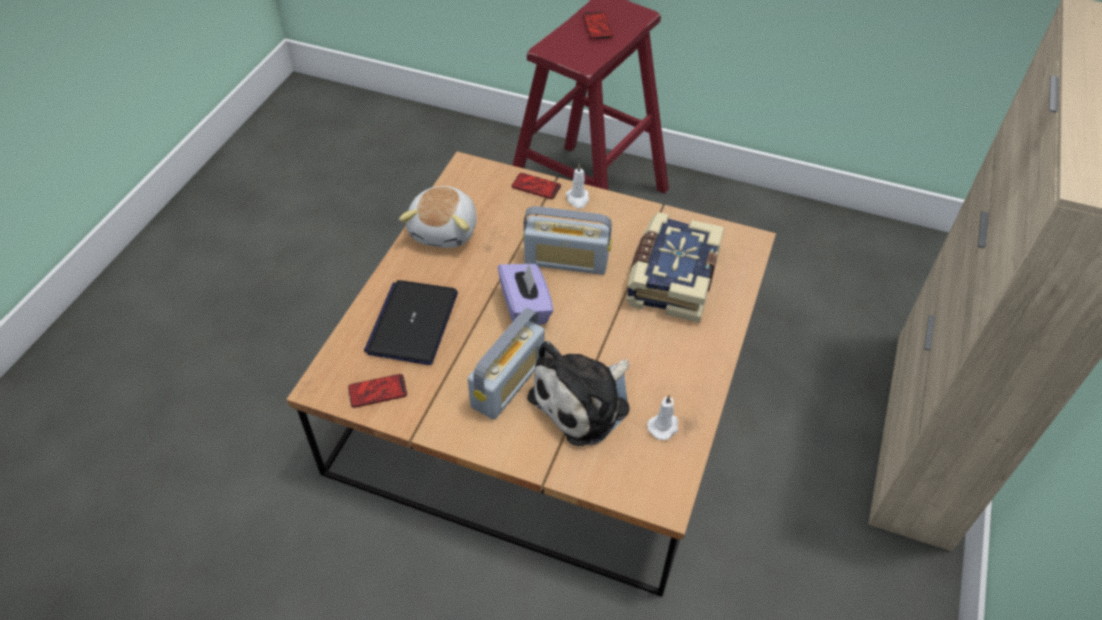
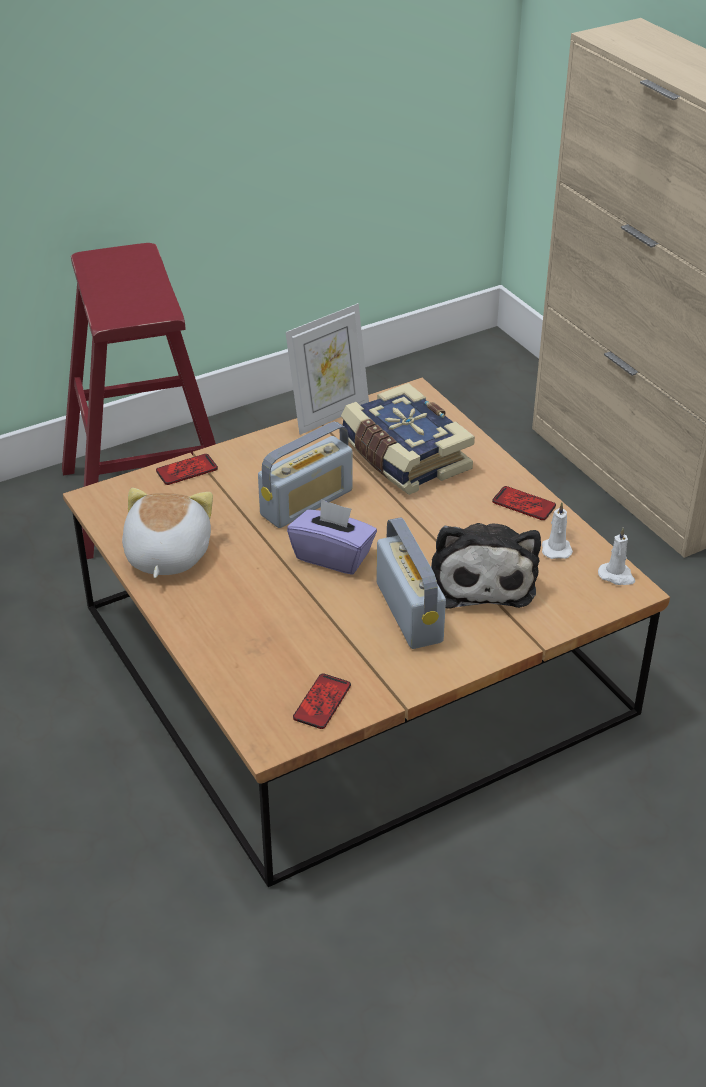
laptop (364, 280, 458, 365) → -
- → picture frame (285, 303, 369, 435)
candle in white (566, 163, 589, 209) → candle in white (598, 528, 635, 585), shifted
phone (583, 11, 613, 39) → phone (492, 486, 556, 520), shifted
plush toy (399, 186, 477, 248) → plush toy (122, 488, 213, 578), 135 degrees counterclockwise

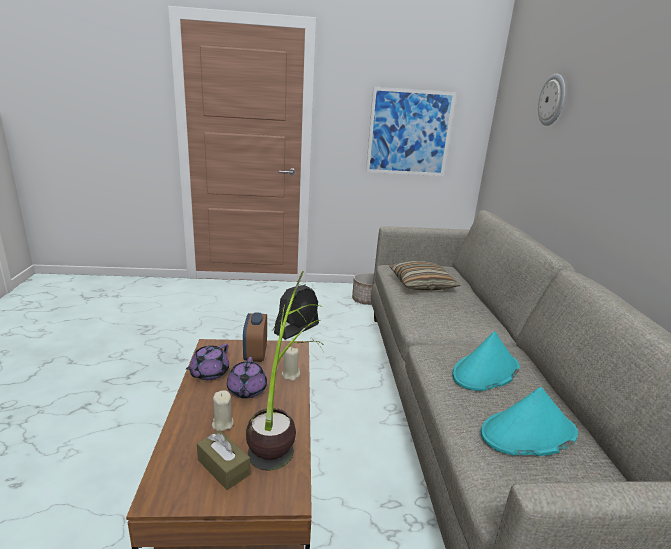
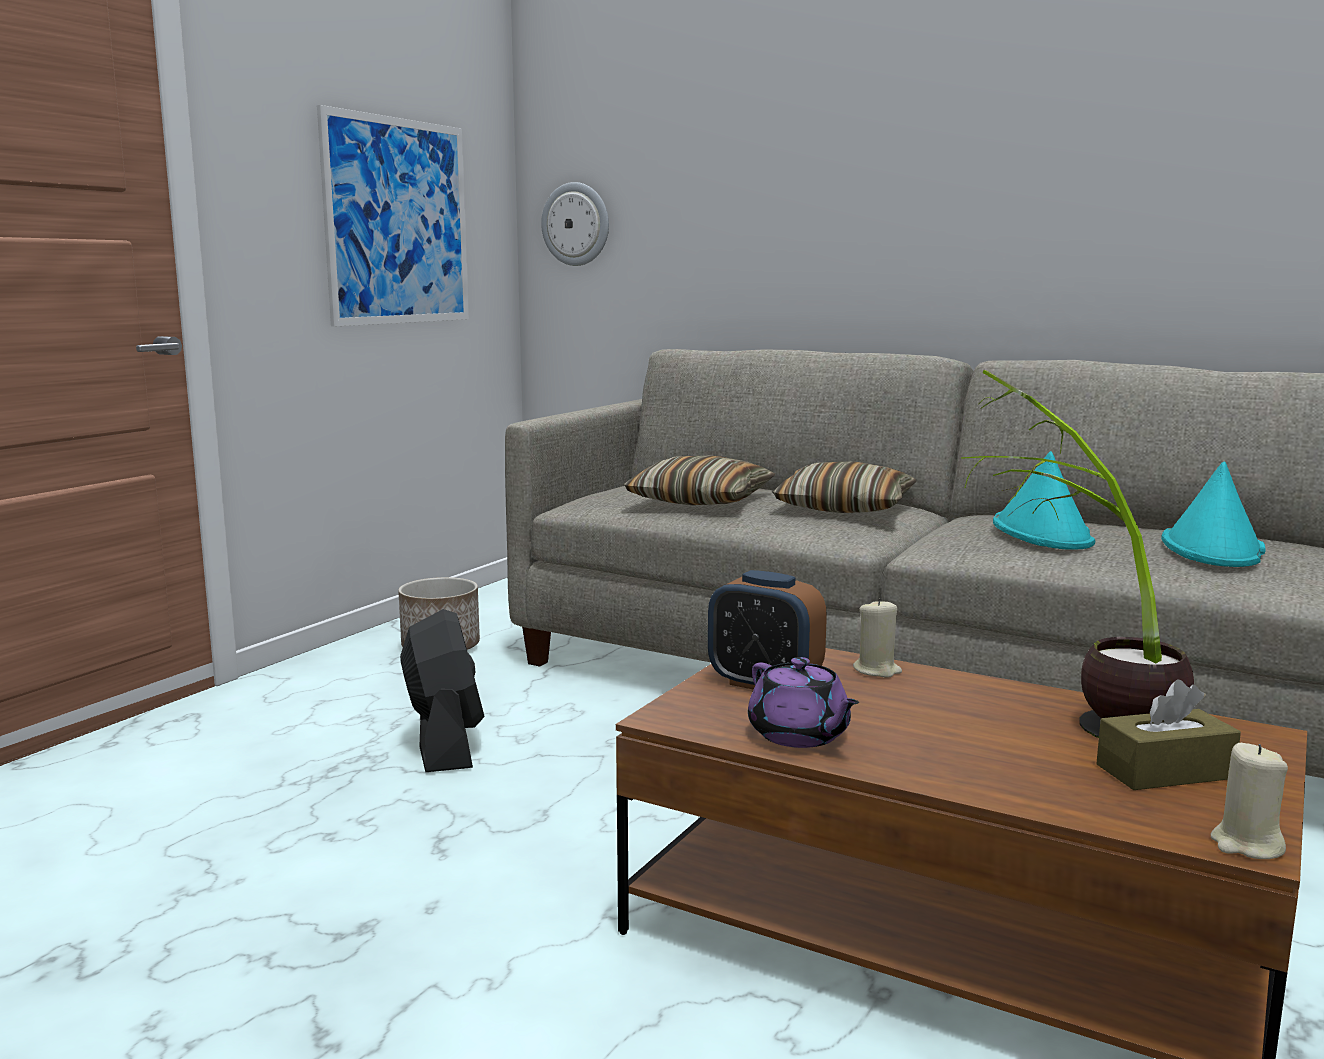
teapot in purple (227, 357, 267, 399) → -
- → pillow (772, 461, 916, 513)
candle in beige (212, 390, 234, 431) → candle in beige (1211, 743, 1288, 859), shifted
wall clock (538, 73, 565, 126) → wall clock (541, 182, 609, 266), shifted

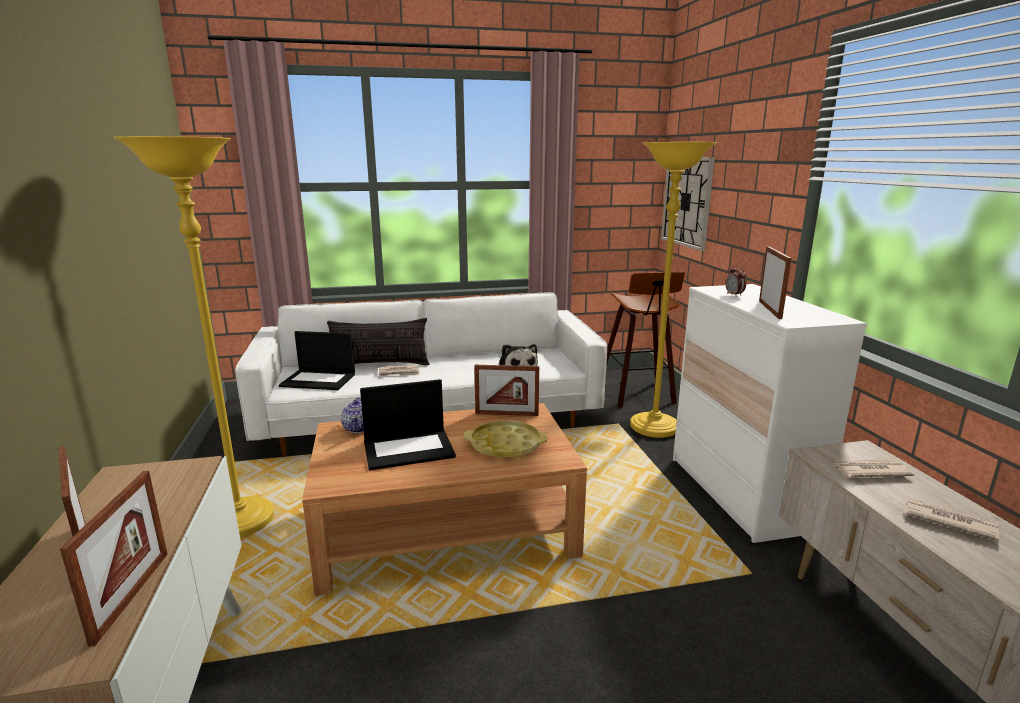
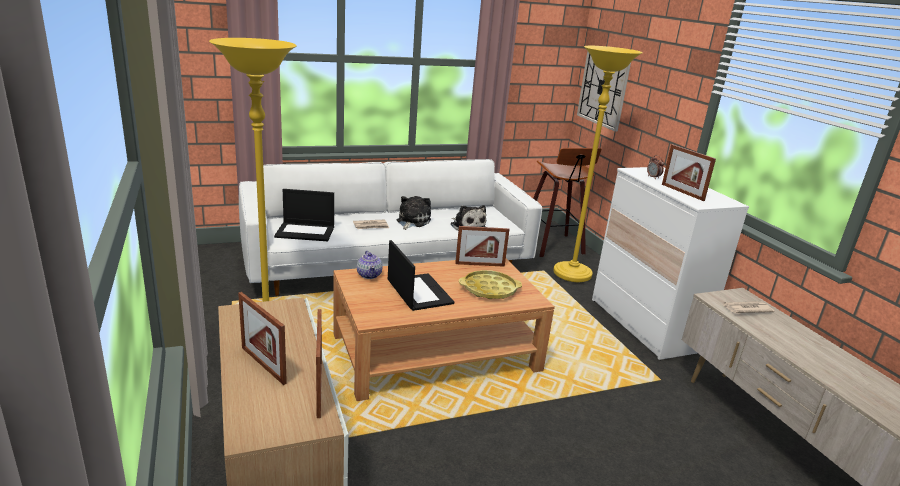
pillow (327, 318, 430, 365) → -
newspaper (905, 498, 999, 541) → -
- → plush toy (397, 196, 431, 230)
laptop (360, 379, 456, 470) → laptop (388, 240, 454, 311), 90 degrees counterclockwise
picture frame (759, 246, 792, 319) → picture frame (662, 144, 716, 201), 150 degrees clockwise

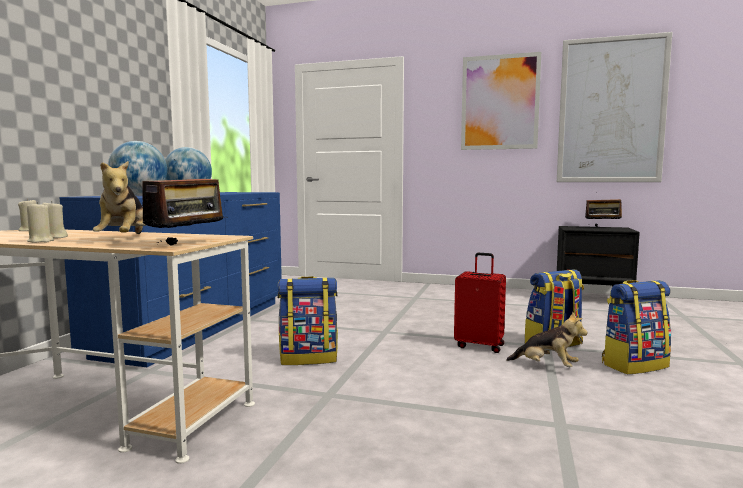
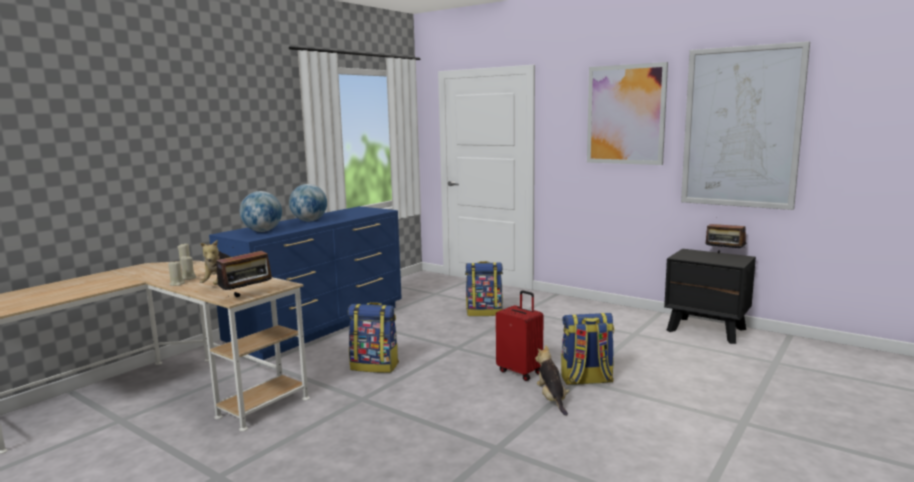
backpack (602, 280, 671, 374) → backpack (465, 261, 503, 316), shifted
plush toy (506, 311, 588, 367) → plush toy (535, 345, 570, 416), 150 degrees counterclockwise

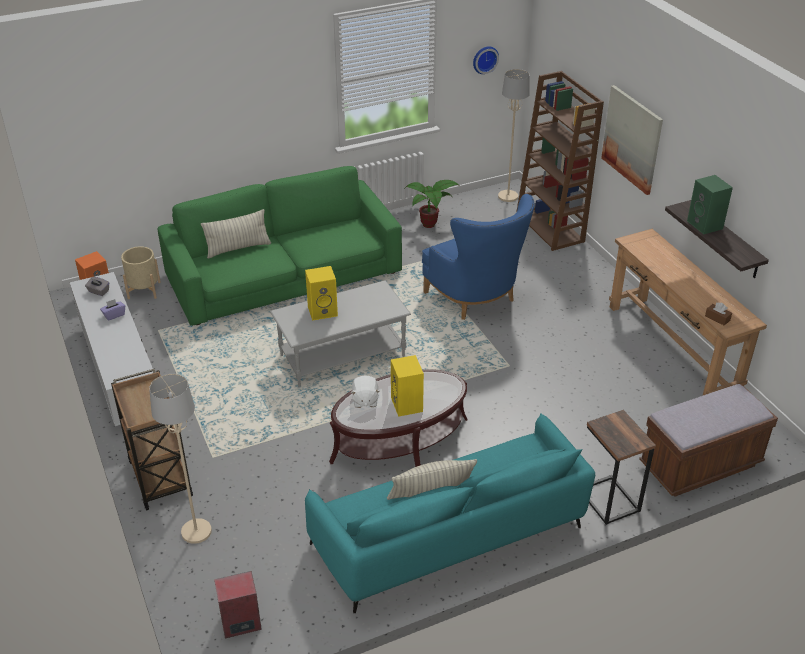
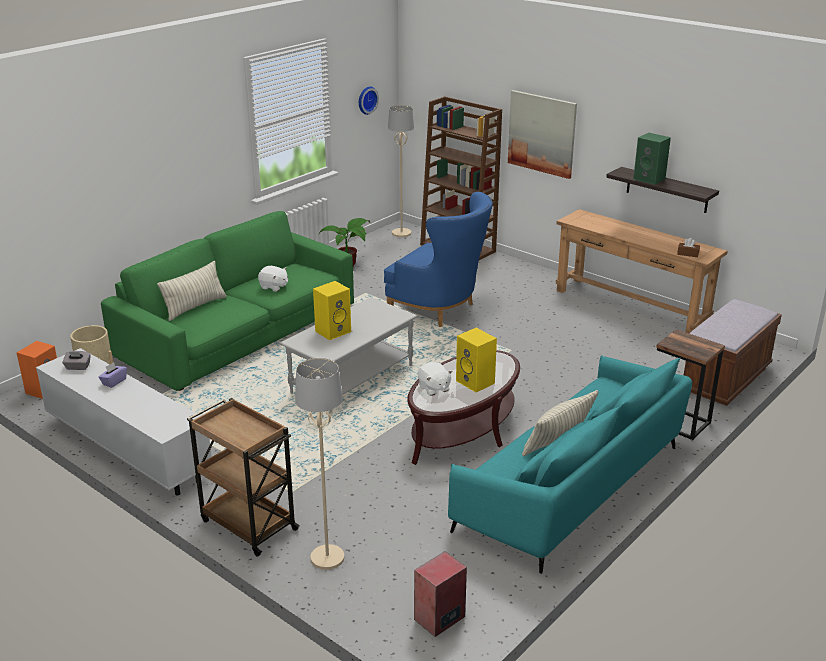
- → plush toy in white (258, 266, 288, 292)

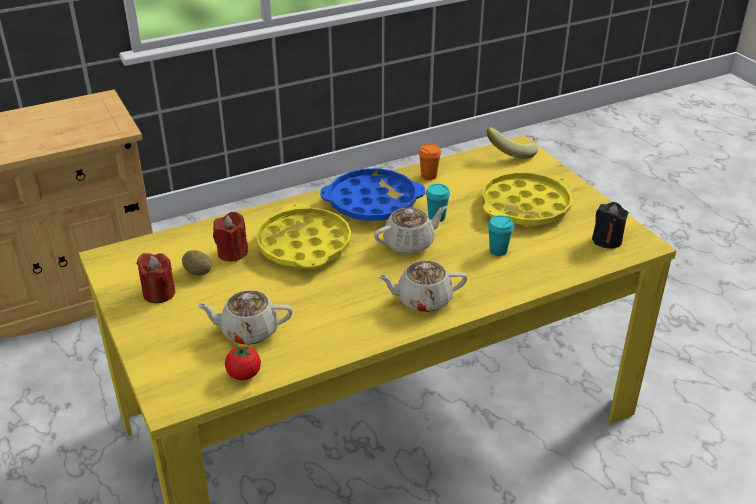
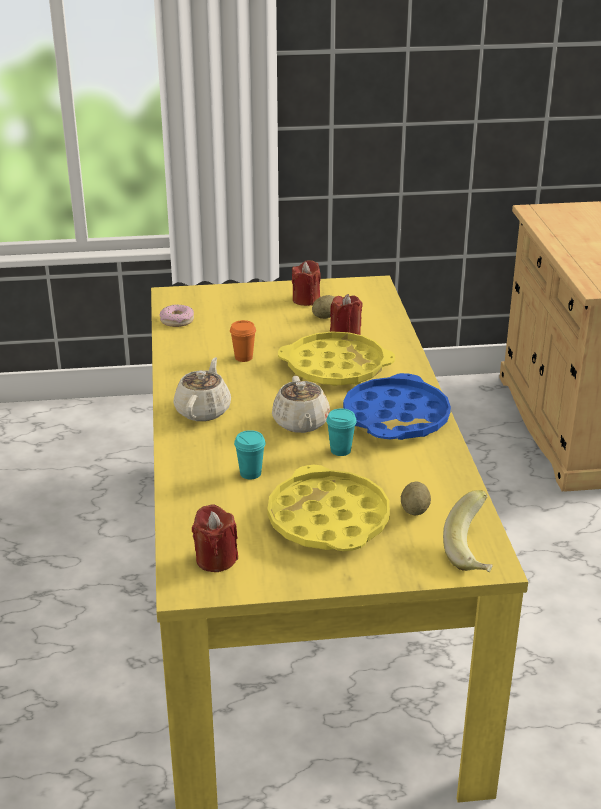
teapot in beige (197, 290, 293, 345) → -
- → potato (401, 482, 431, 515)
cup in orange (418, 144, 441, 180) → cup in orange (230, 320, 256, 362), shifted
tomato (225, 345, 261, 380) → donut (160, 305, 194, 327)
candle in black (592, 202, 629, 249) → candle in red (192, 504, 238, 572)

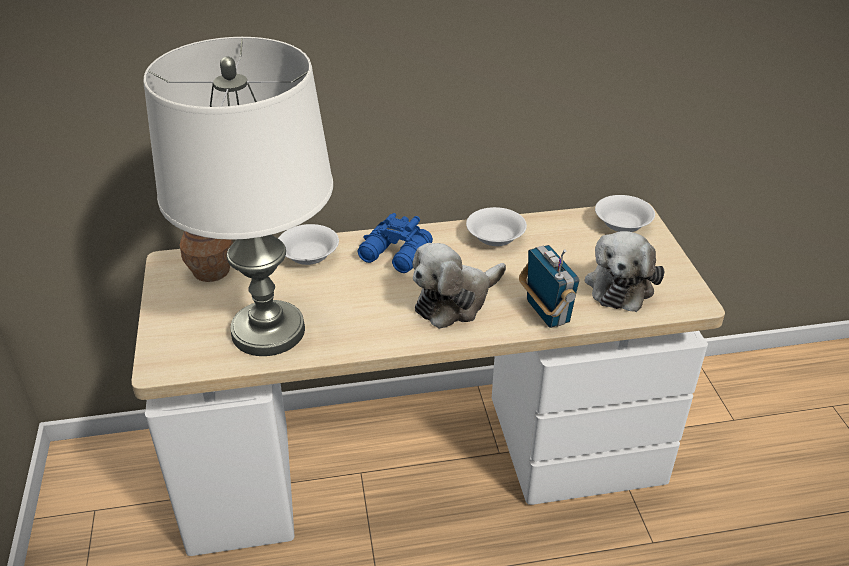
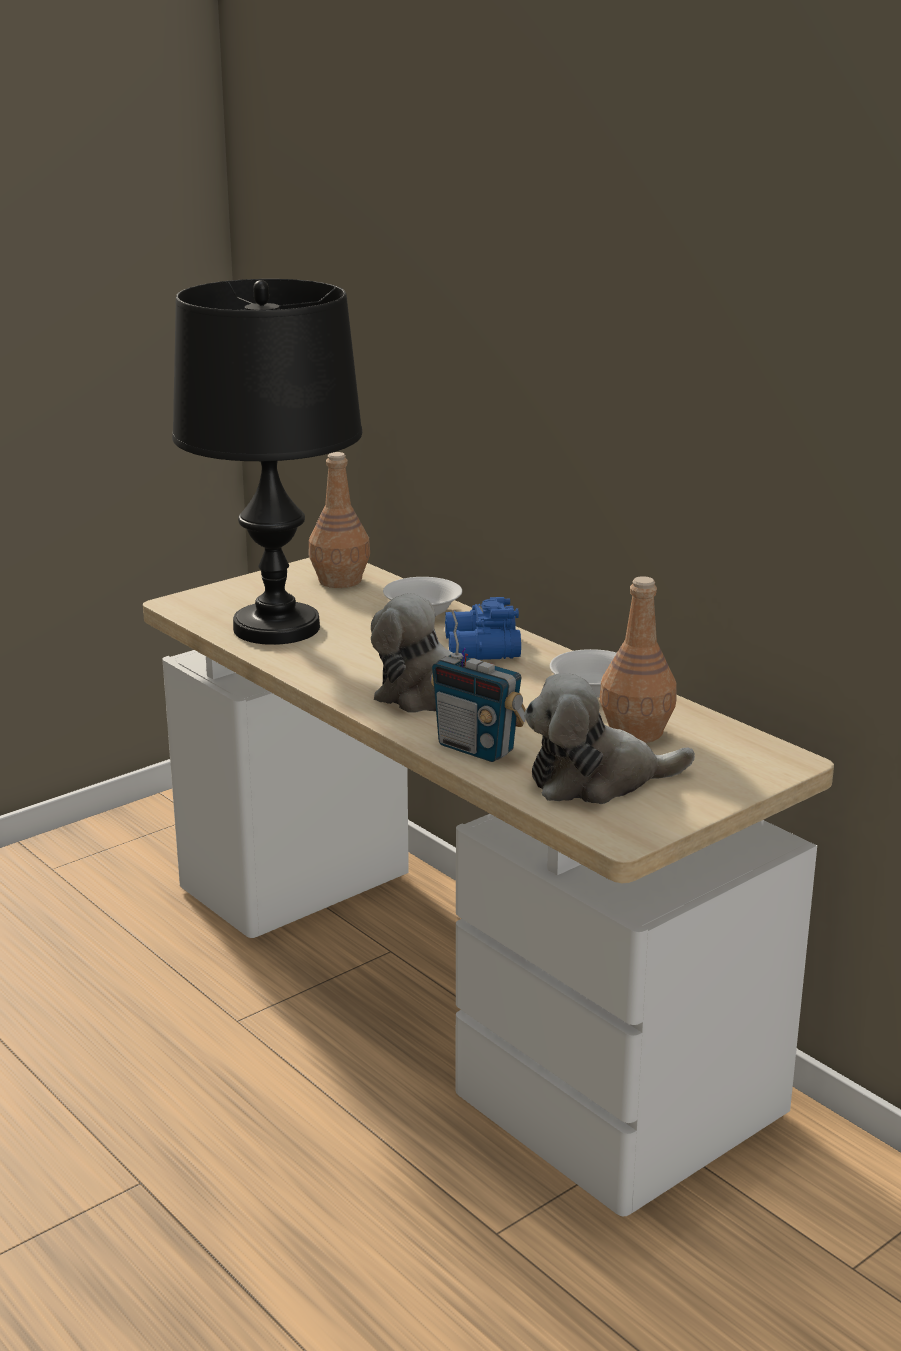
bowl in white (595, 195, 655, 232) → -
- → bottle in brown (599, 576, 677, 743)
table lamp in white (144, 37, 333, 356) → table lamp in black (172, 279, 362, 645)
radio (519, 245, 579, 328) → radio (430, 610, 526, 762), 90 degrees clockwise

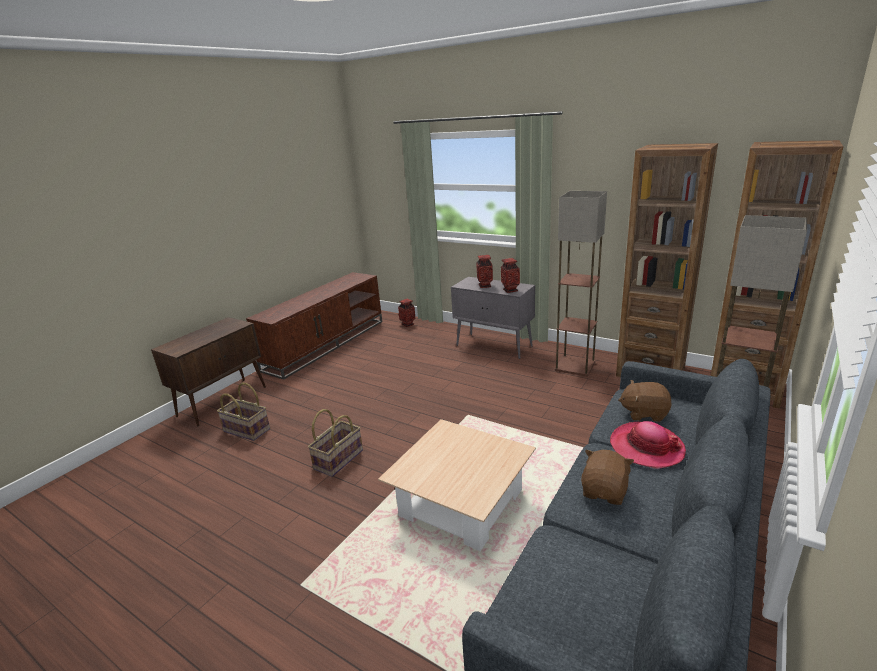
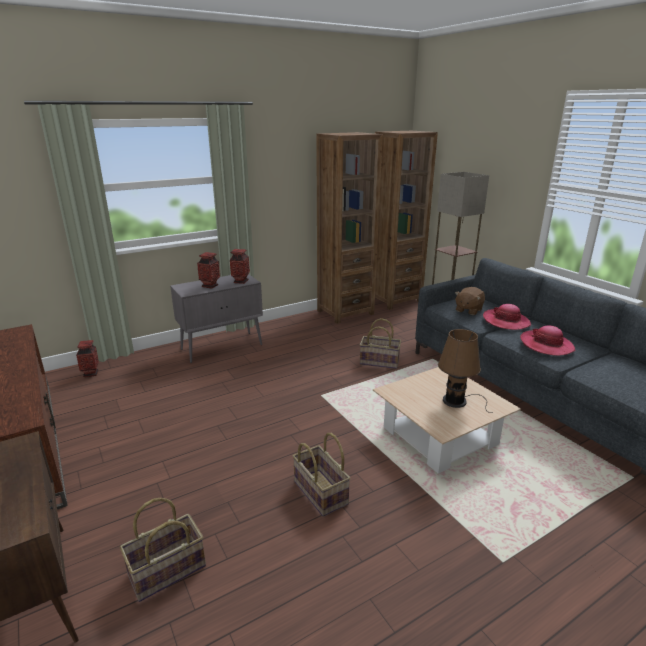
floor lamp (555, 191, 607, 377) → -
- → basket (360, 318, 401, 369)
- → table lamp in brown (438, 329, 492, 413)
plush toy in brown (581, 450, 634, 505) → hat (520, 325, 575, 356)

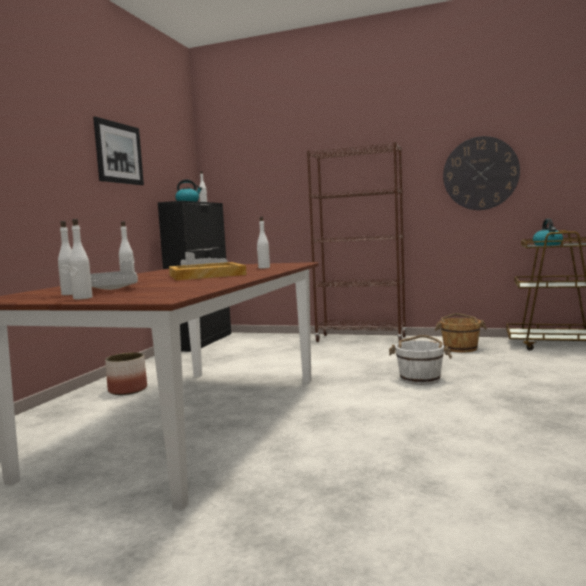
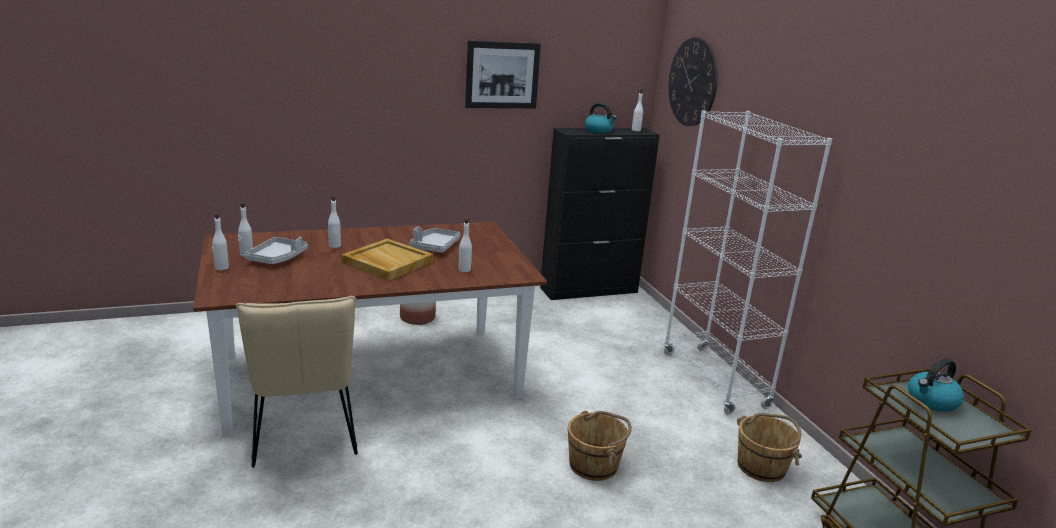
- → chair in beige (236, 296, 358, 468)
wall clock (443, 136, 520, 210) → wall clock (668, 37, 718, 126), shifted
bookcase in brown (307, 142, 407, 342) → bookcase in white (663, 110, 832, 414)
bucket in white (389, 335, 452, 385) → bucket in brown (568, 411, 632, 481)

